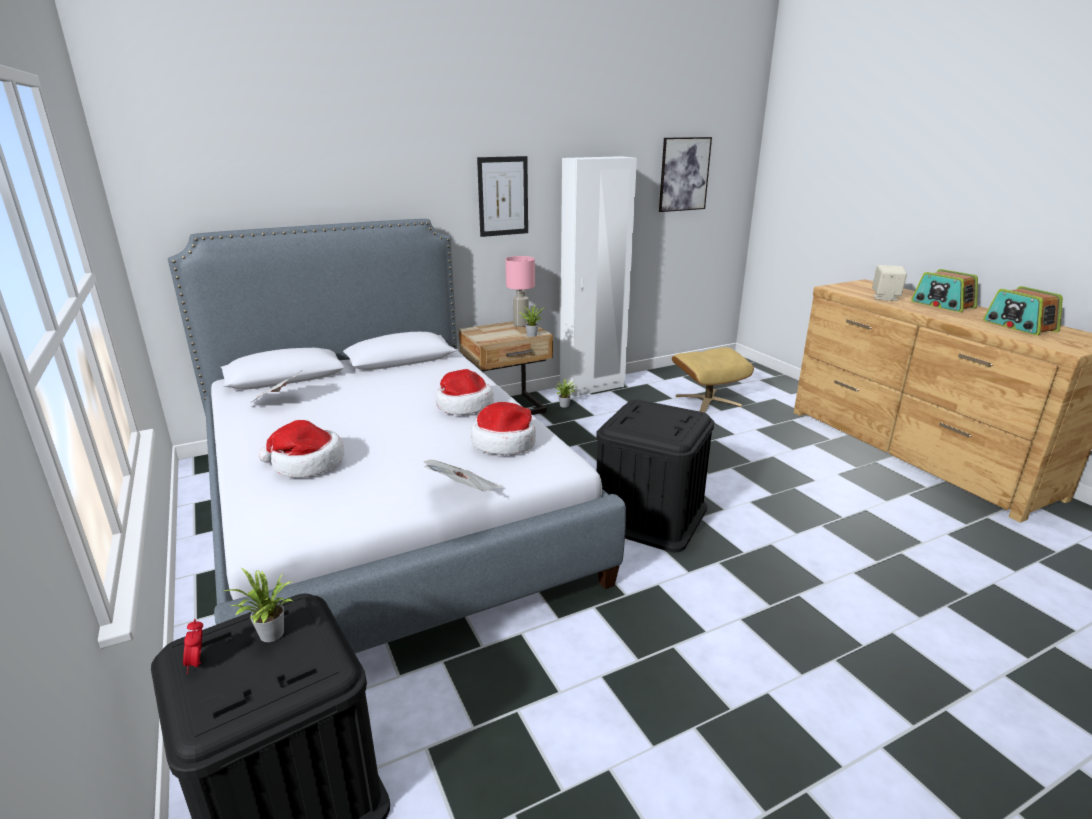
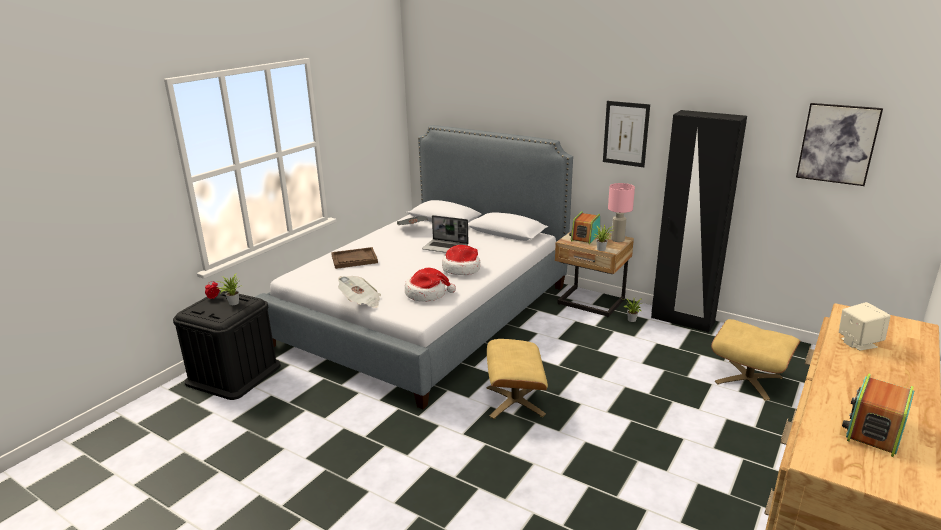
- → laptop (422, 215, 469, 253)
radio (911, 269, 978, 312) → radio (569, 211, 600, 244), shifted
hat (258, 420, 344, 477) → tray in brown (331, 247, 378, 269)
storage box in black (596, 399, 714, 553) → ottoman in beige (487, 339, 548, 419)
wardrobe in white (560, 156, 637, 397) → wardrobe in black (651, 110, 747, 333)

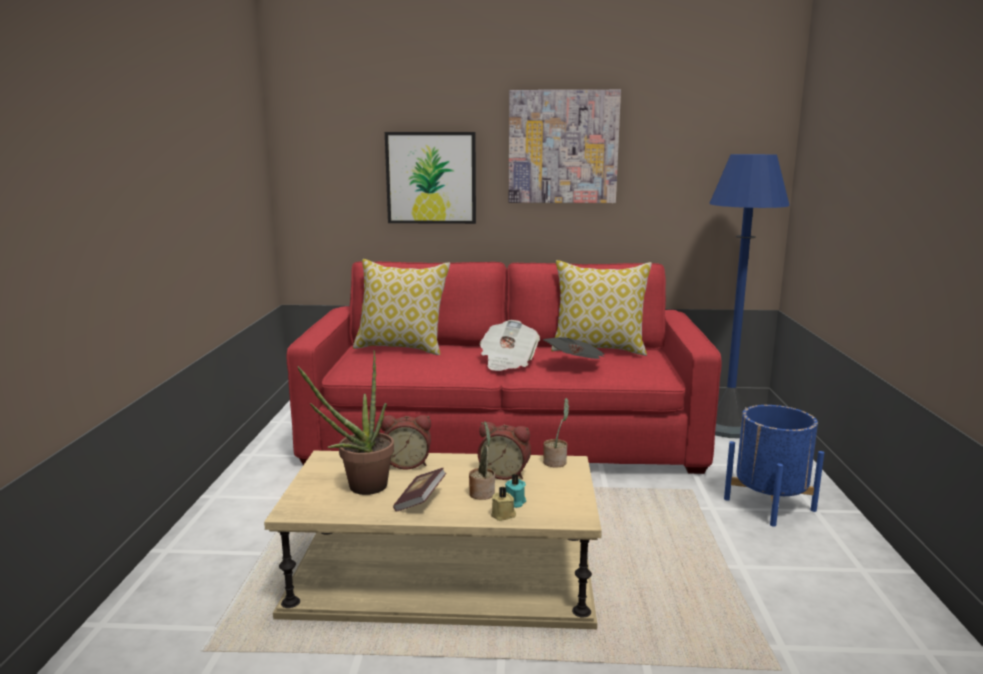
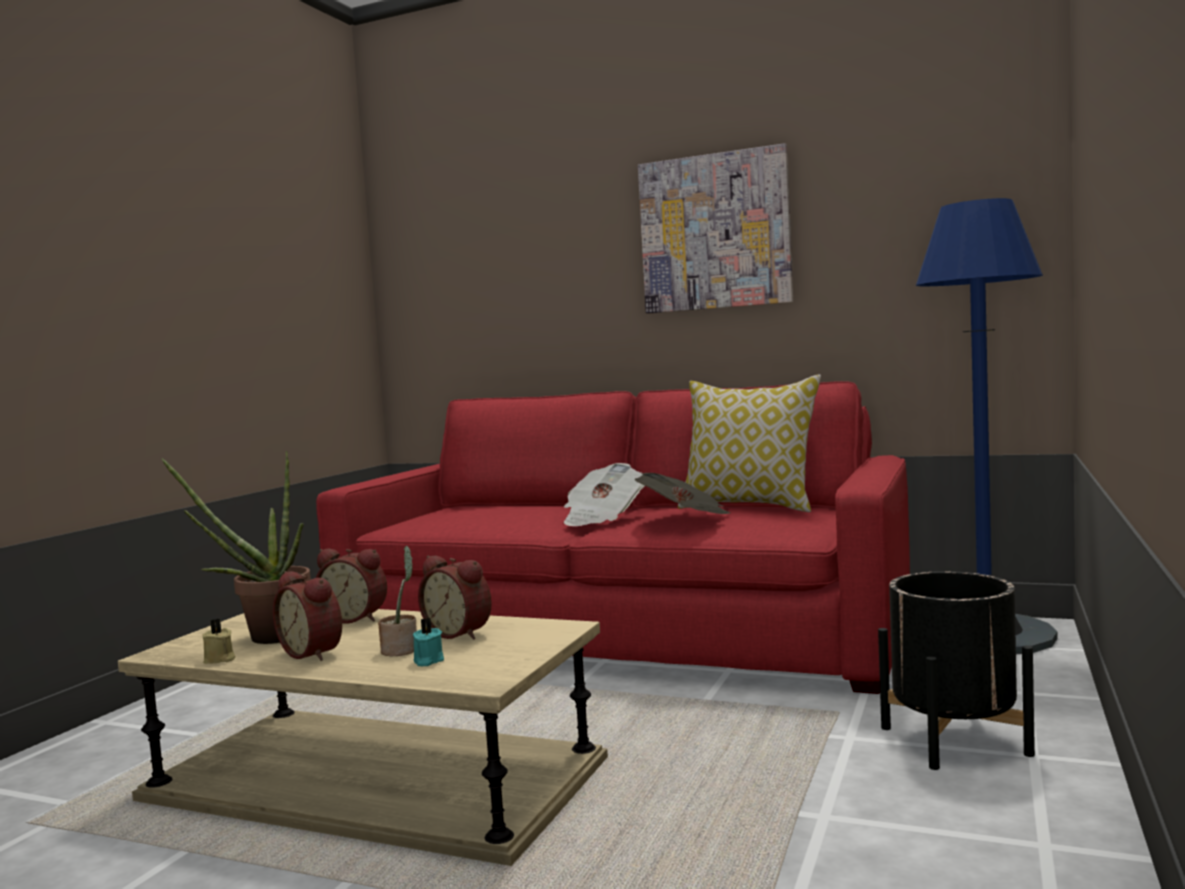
pillow (353, 259, 450, 355) → -
picture (385, 132, 476, 224) → -
potted plant (543, 398, 569, 468) → -
candle in beige (491, 487, 516, 521) → candle in beige (203, 619, 235, 664), shifted
book (393, 468, 446, 511) → alarm clock (273, 571, 342, 661)
planter in blue (724, 405, 824, 527) → planter in black (878, 571, 1035, 770)

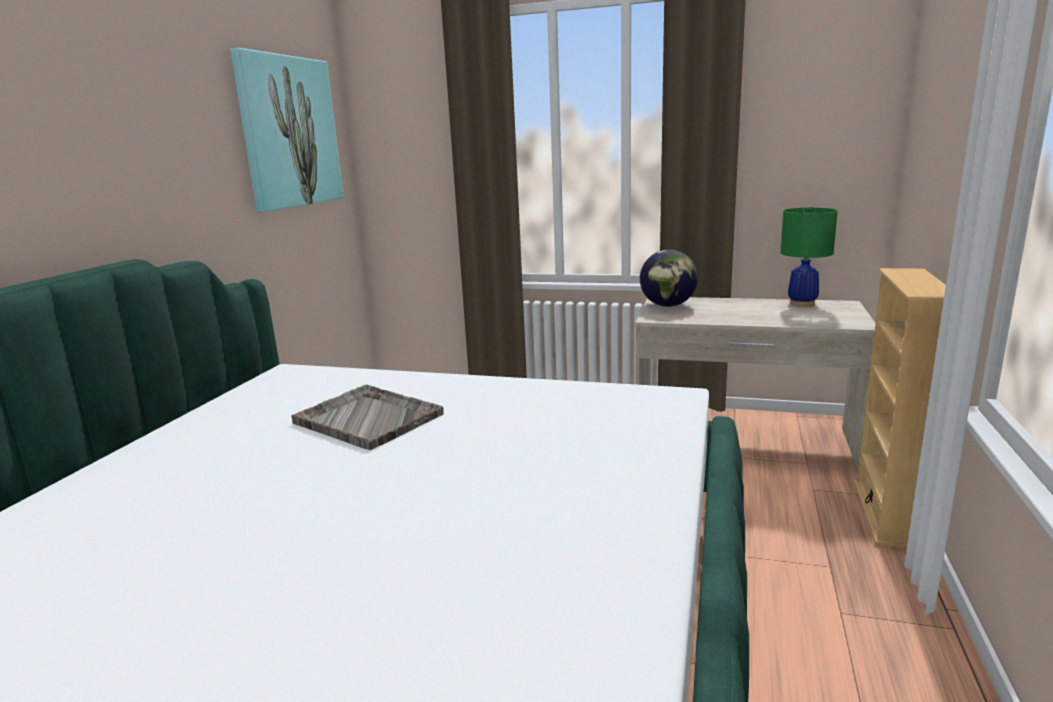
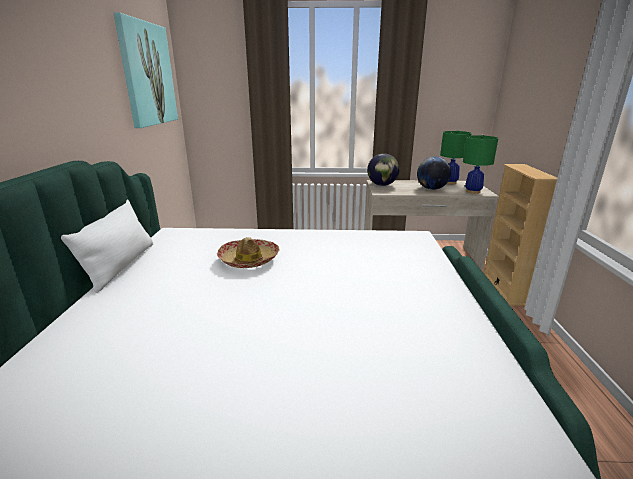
- → pillow in white (61, 199, 153, 293)
- → globe (417, 156, 451, 190)
- → table lamp in green (463, 135, 498, 194)
tray in grey (291, 385, 444, 450) → hat (217, 237, 280, 268)

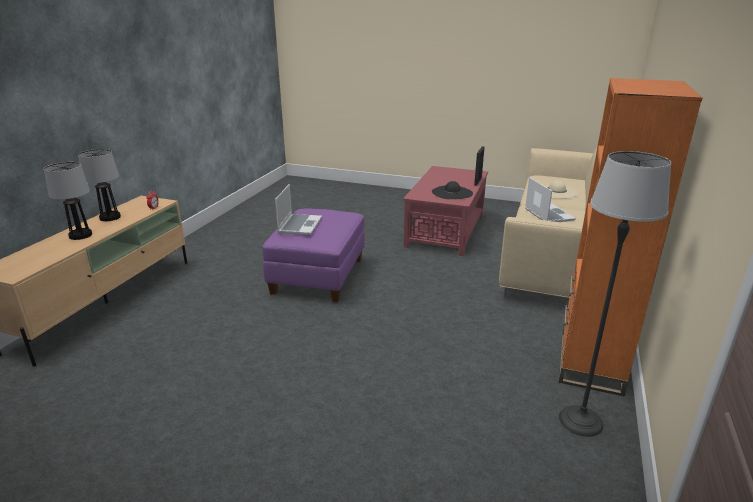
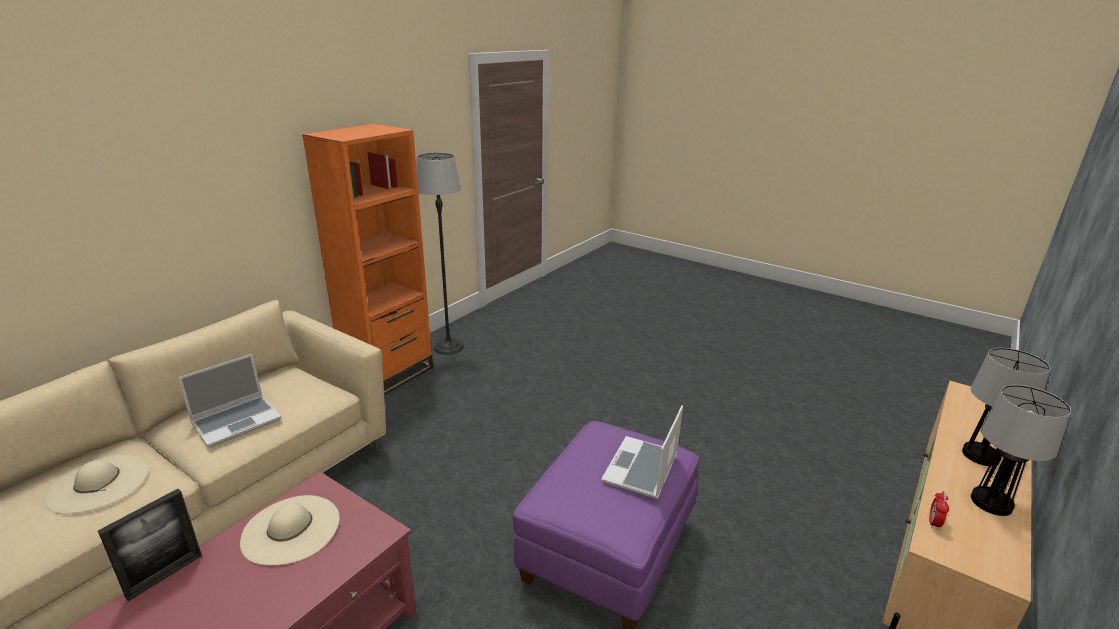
hat in black (432, 181, 473, 199) → hat in beige (240, 495, 340, 565)
laptop (525, 177, 576, 222) → laptop (178, 354, 281, 447), 135 degrees counterclockwise

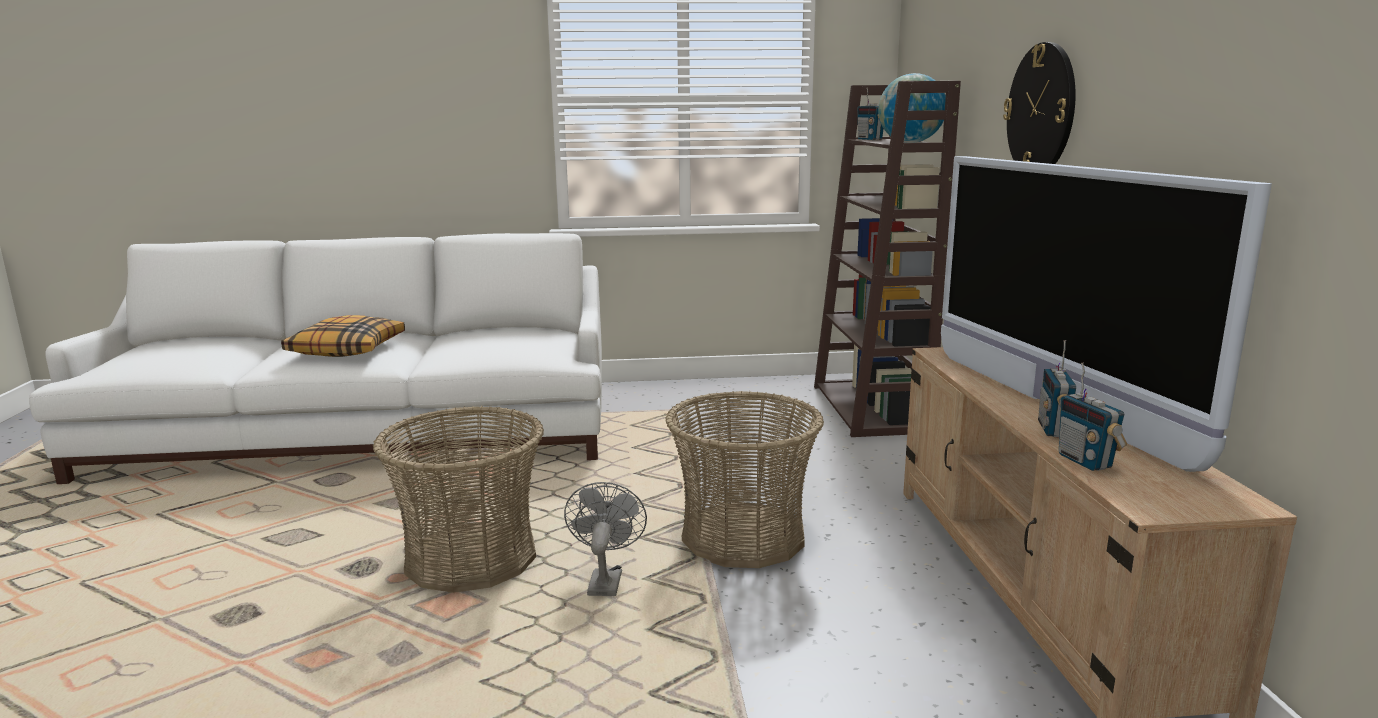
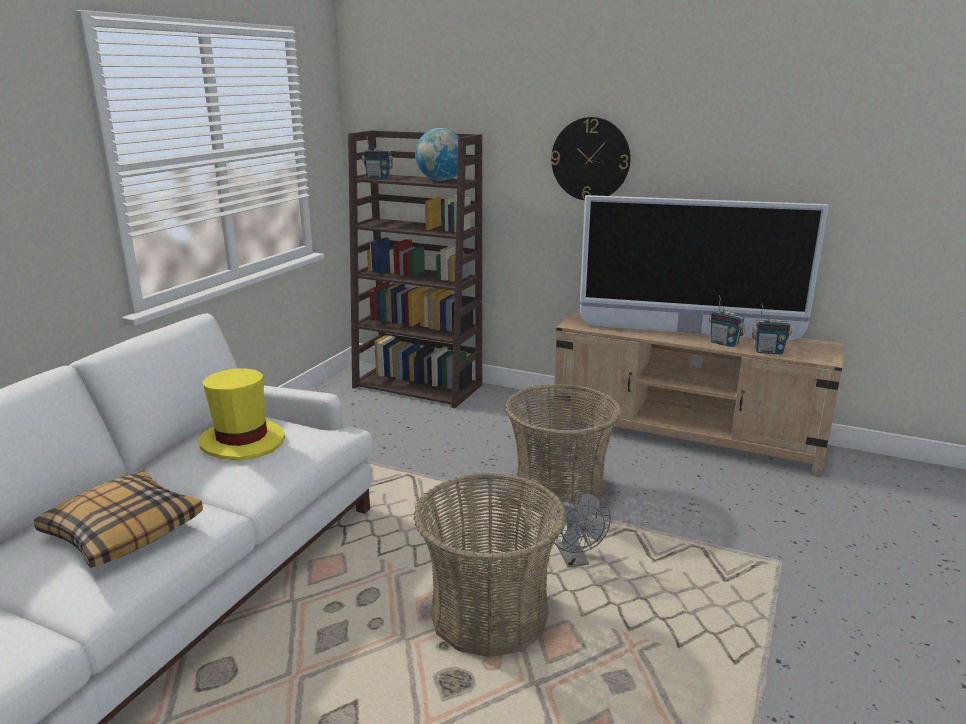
- → hat in yellow (198, 368, 285, 461)
fan in grey (564, 482, 647, 596) → fan in grey (548, 491, 611, 568), 135 degrees counterclockwise

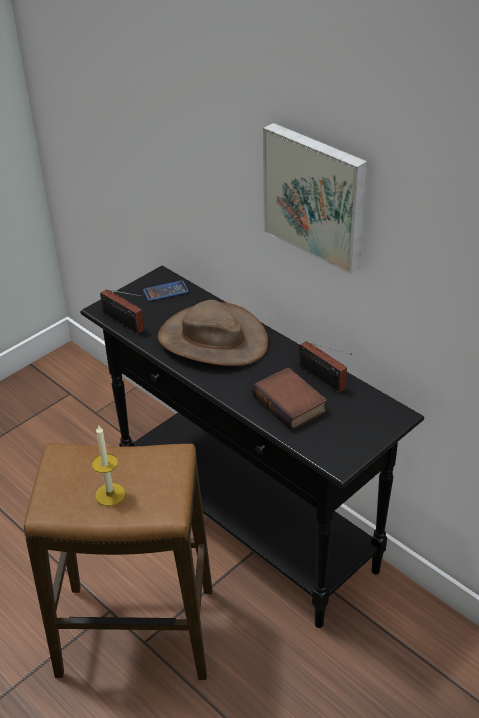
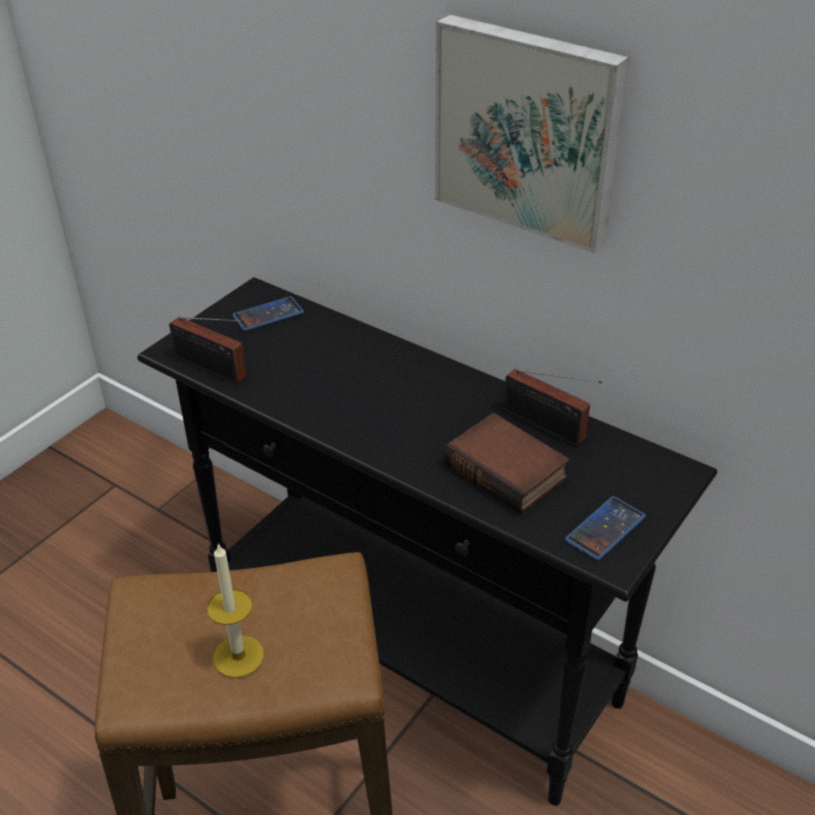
hat in brown (158, 300, 268, 366) → -
- → phone (565, 496, 646, 561)

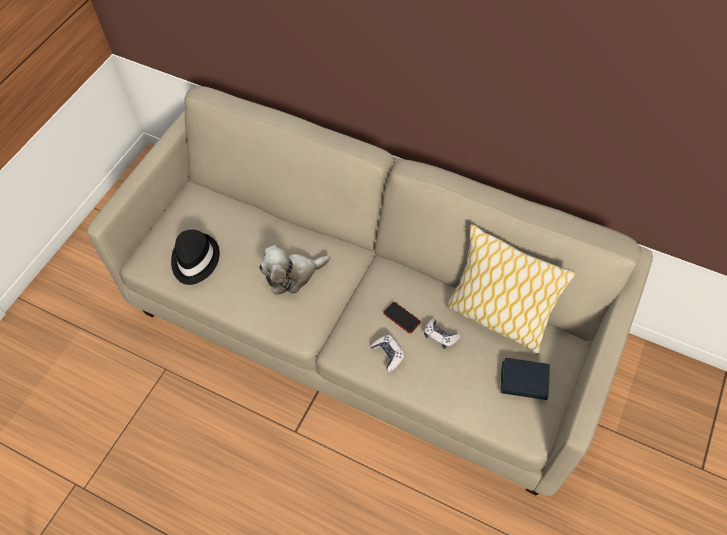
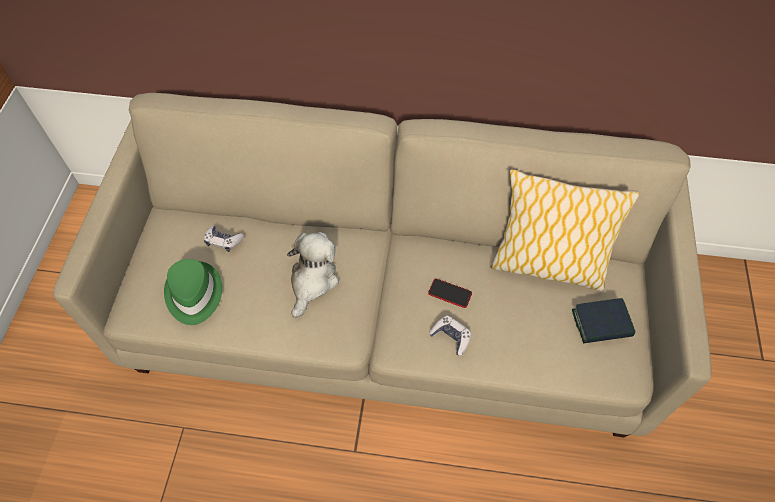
game controller (424, 319, 460, 349) → game controller (204, 226, 244, 252), shifted
hat in black (171, 230, 220, 285) → hat in green (164, 259, 222, 325)
plush toy (259, 245, 330, 295) → plush toy (287, 232, 339, 318), 150 degrees clockwise

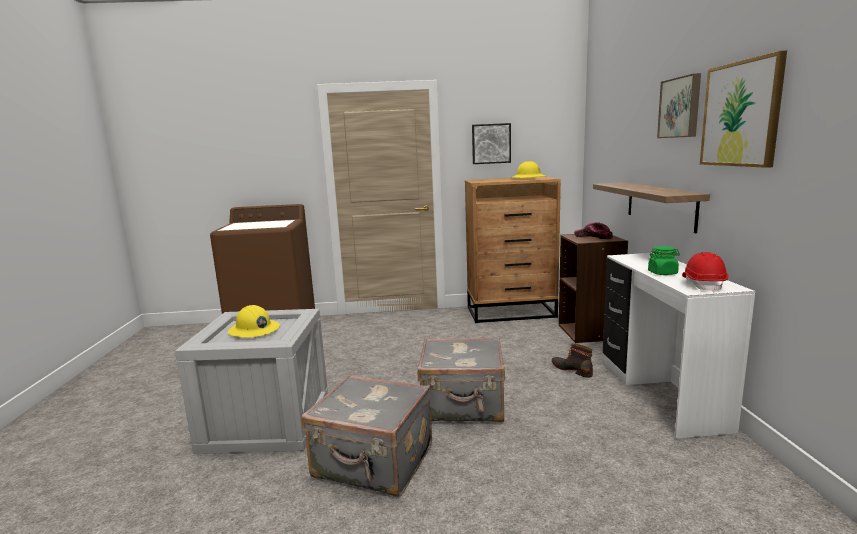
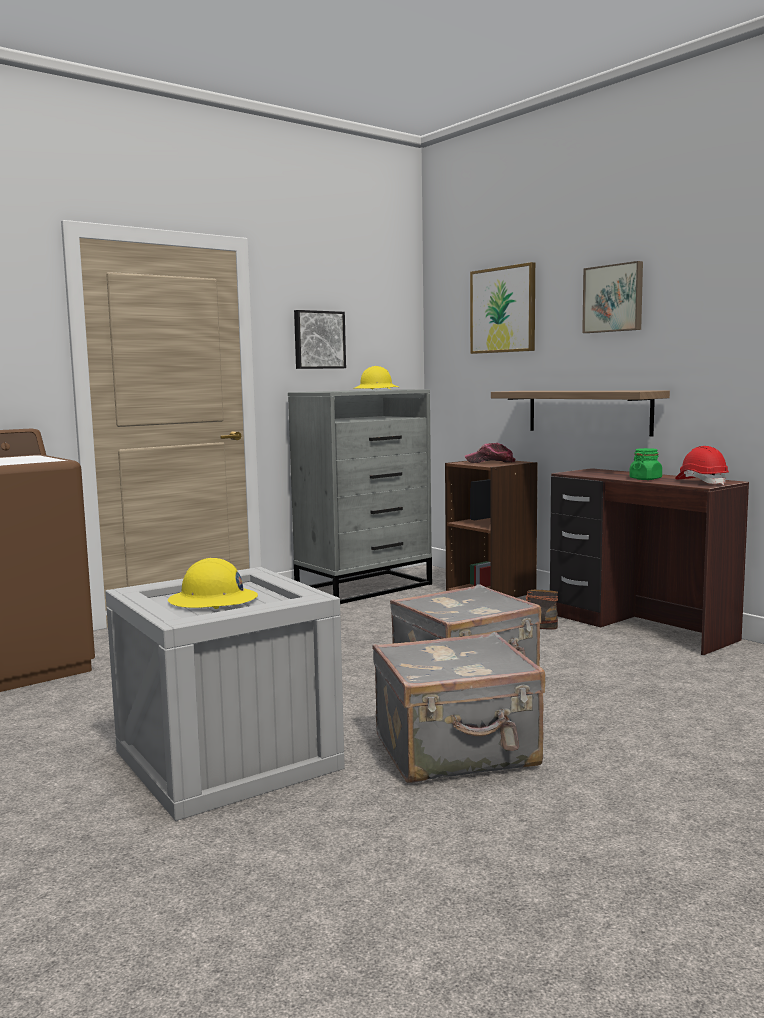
picture (700, 51, 787, 168) → picture (470, 262, 535, 354), shifted
dresser in brown (465, 176, 561, 323) → dresser in grey (288, 389, 432, 604)
desk in white (603, 253, 756, 439) → desk in brown (550, 468, 749, 656)

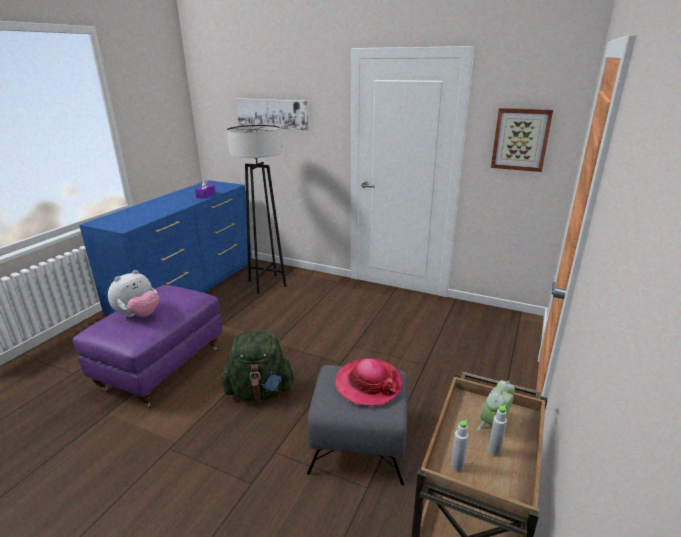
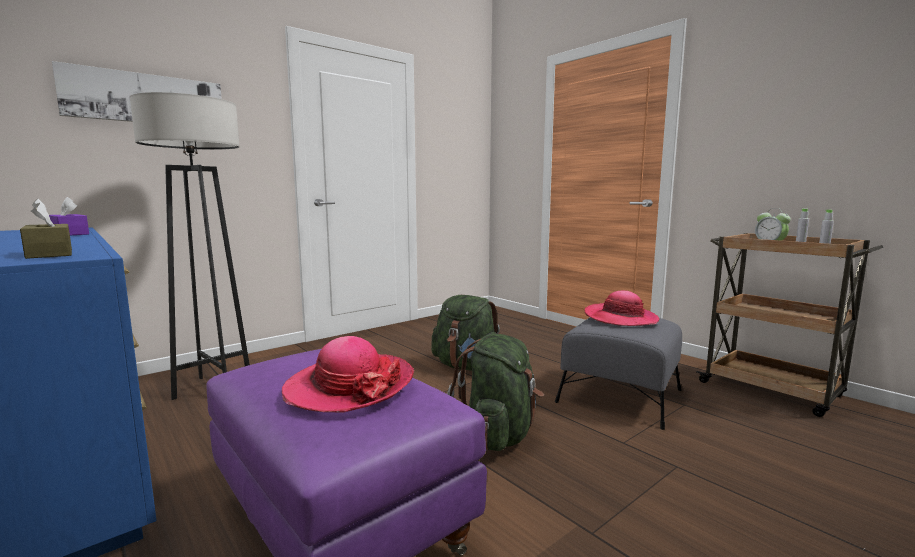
picture (491, 108, 553, 172) → -
- → tissue box in brown (20, 199, 72, 259)
- → backpack in green (431, 295, 500, 371)
plush toy (108, 270, 159, 317) → hat (282, 336, 414, 413)

